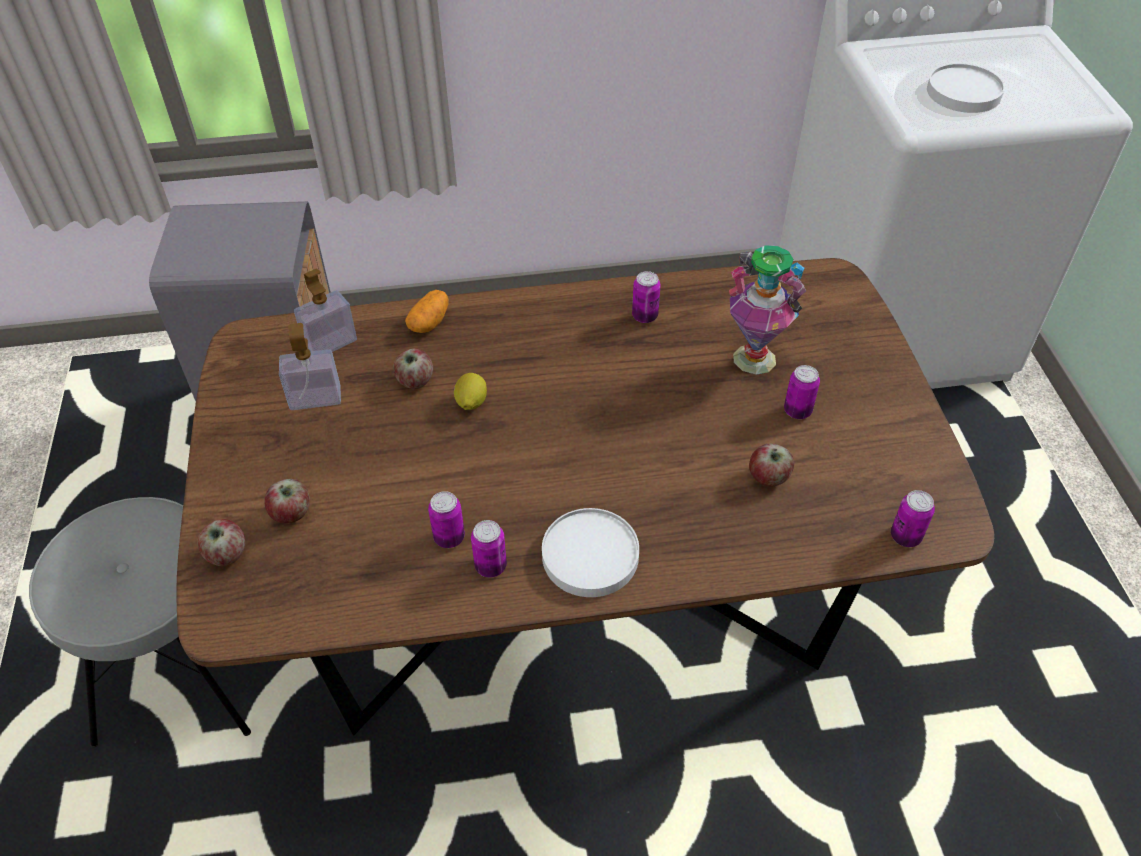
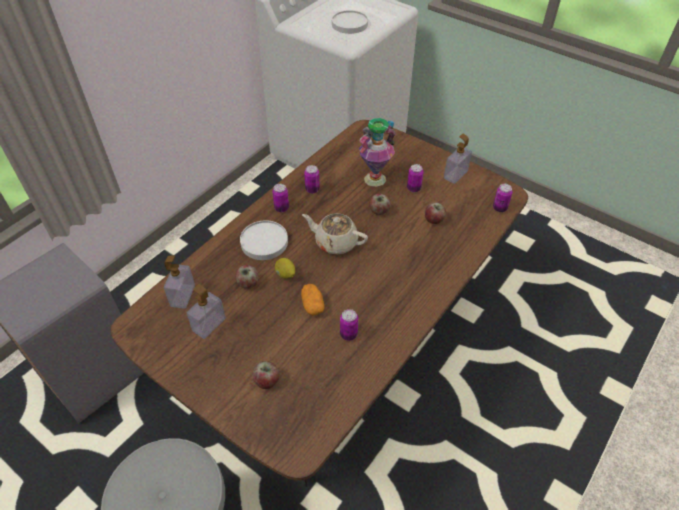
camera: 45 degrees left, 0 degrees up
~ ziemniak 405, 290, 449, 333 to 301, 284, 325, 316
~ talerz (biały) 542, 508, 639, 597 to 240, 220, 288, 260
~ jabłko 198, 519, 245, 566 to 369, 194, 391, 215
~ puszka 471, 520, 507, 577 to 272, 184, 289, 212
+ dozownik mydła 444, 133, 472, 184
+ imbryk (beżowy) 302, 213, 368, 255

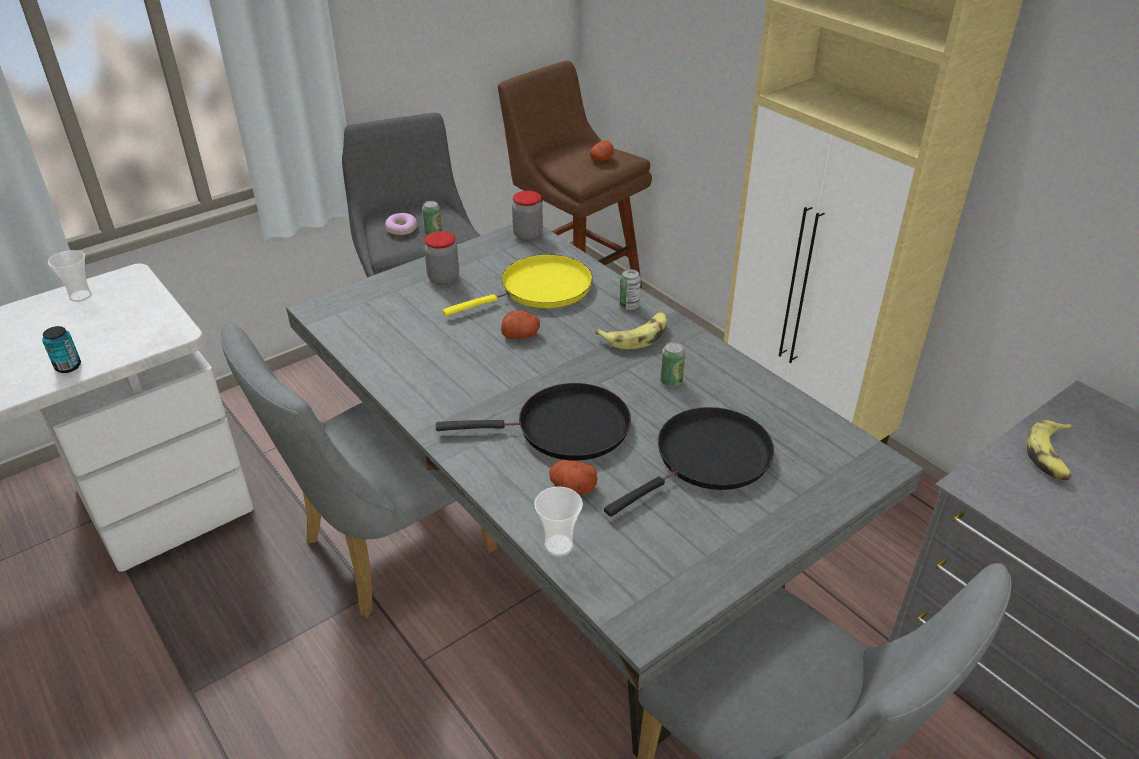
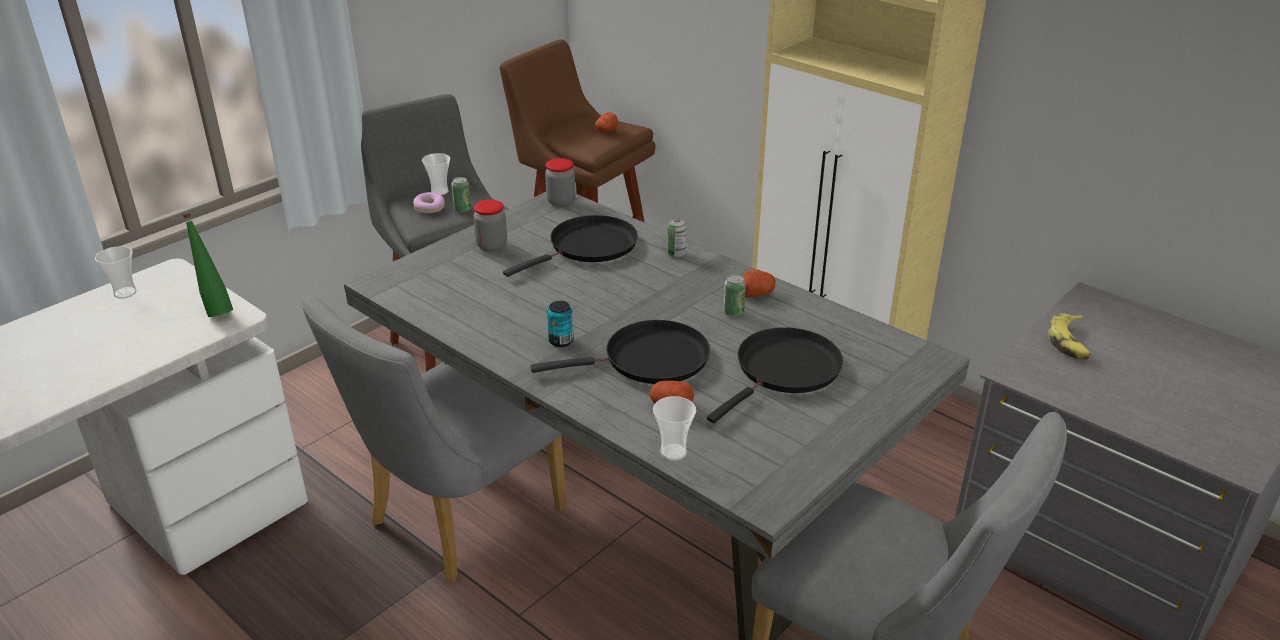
camera: 10 degrees left, 5 degrees down
~ patelnia (żółty) 443, 254, 593, 316 to patelnia (czarny) 503, 215, 638, 277
~ ziemniak 501, 310, 540, 339 to 743, 269, 776, 297
- banan 596, 313, 667, 349
~ puszka 42, 326, 81, 373 to 547, 301, 573, 347
+ filiżanka 422, 153, 450, 195
+ butelka (zielony) 183, 213, 233, 317

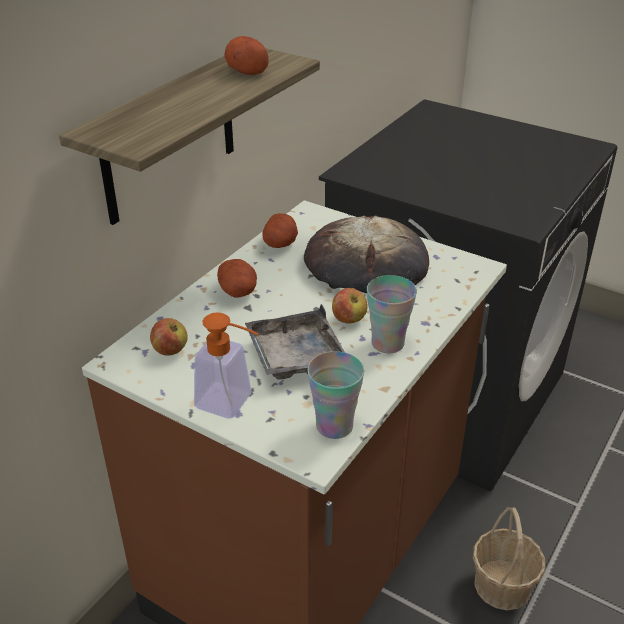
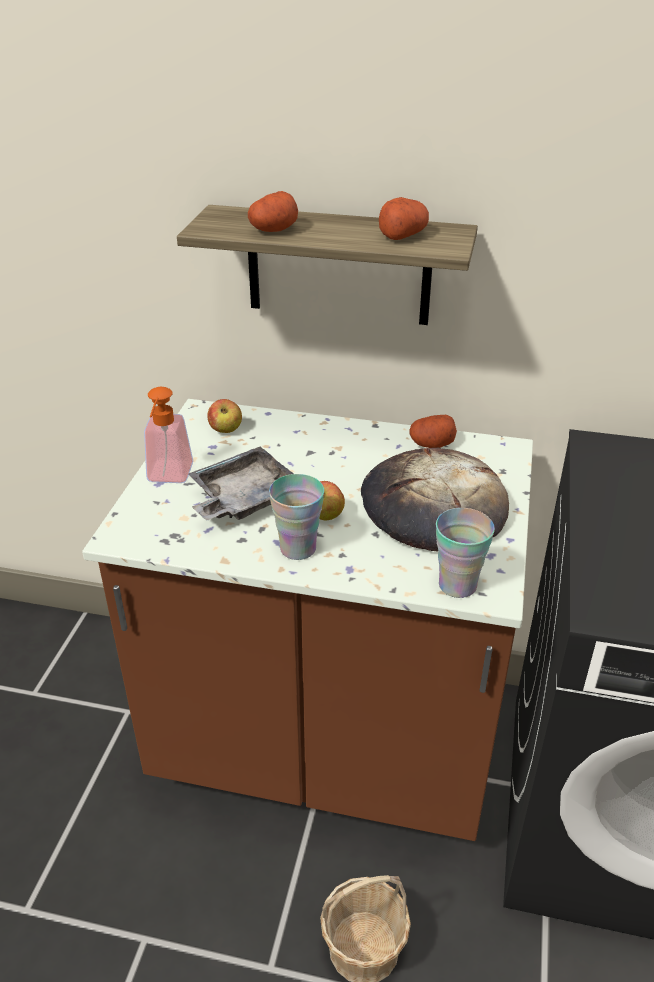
camera: 70 degrees right, 0 degrees up
~ ziemniak 217, 259, 257, 297 to 248, 191, 298, 232
~ filiżanka 307, 351, 364, 439 to 436, 508, 495, 598

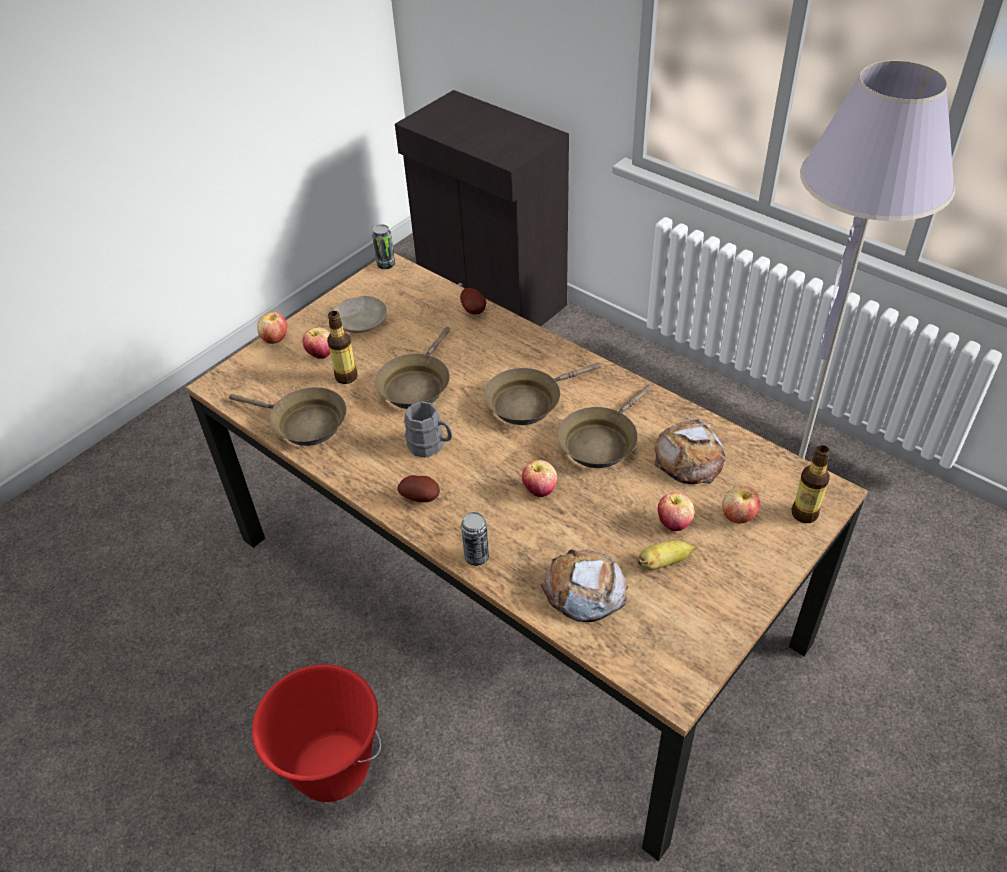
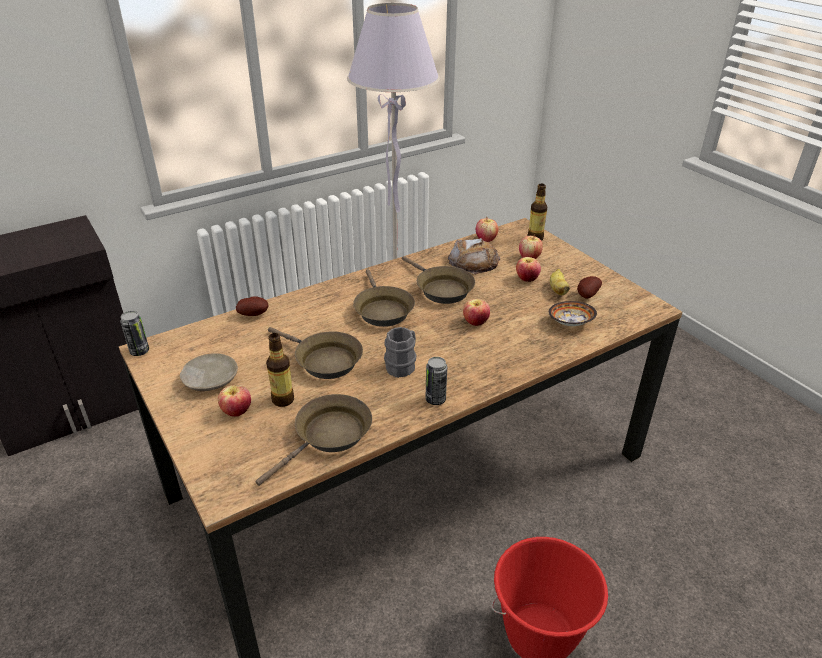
camera: 75 degrees left, 10 degrees down
~ jabłko 257, 312, 287, 344 to 476, 217, 498, 242
~ ziemniak 398, 475, 440, 502 to 577, 276, 602, 299
~ puszka 461, 512, 489, 566 to 426, 357, 447, 405
~ chleb 541, 549, 628, 622 to miska 549, 301, 597, 326

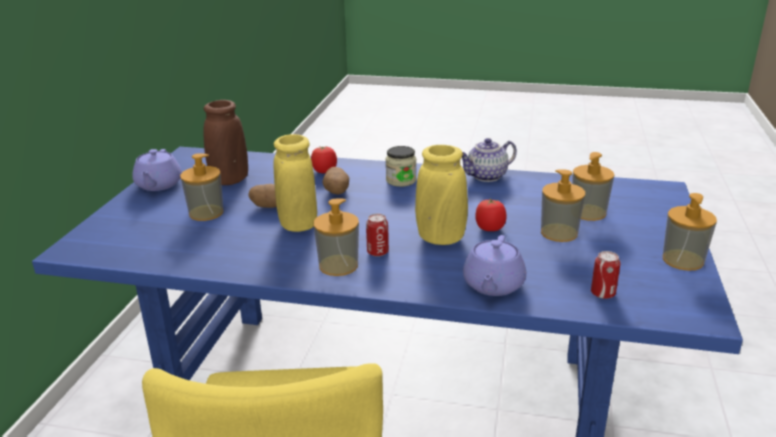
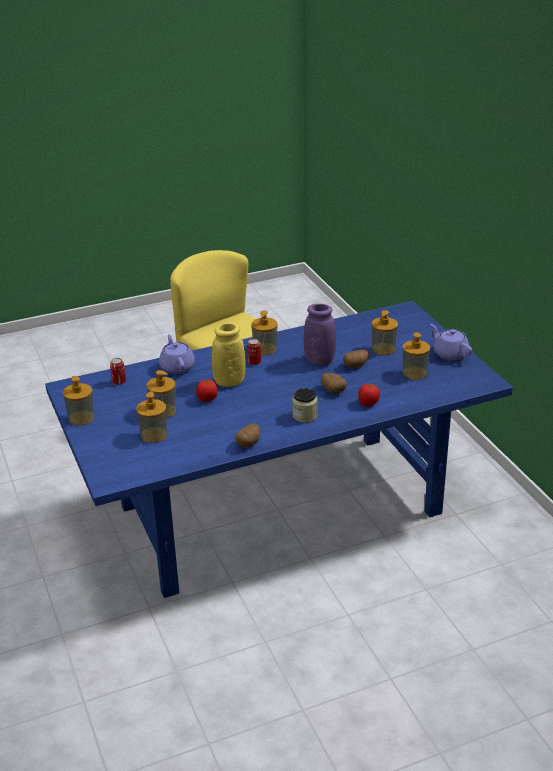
camera: 145 degrees right, 5 degrees up
~ wazon (brązowy) 203, 100, 248, 185 to dozownik mydła 403, 332, 430, 380
~ wazon (żółty) 273, 134, 317, 232 to wazon (fioletowy) 304, 304, 336, 366
~ imbryk 462, 138, 517, 182 to ziemniak 235, 423, 260, 447

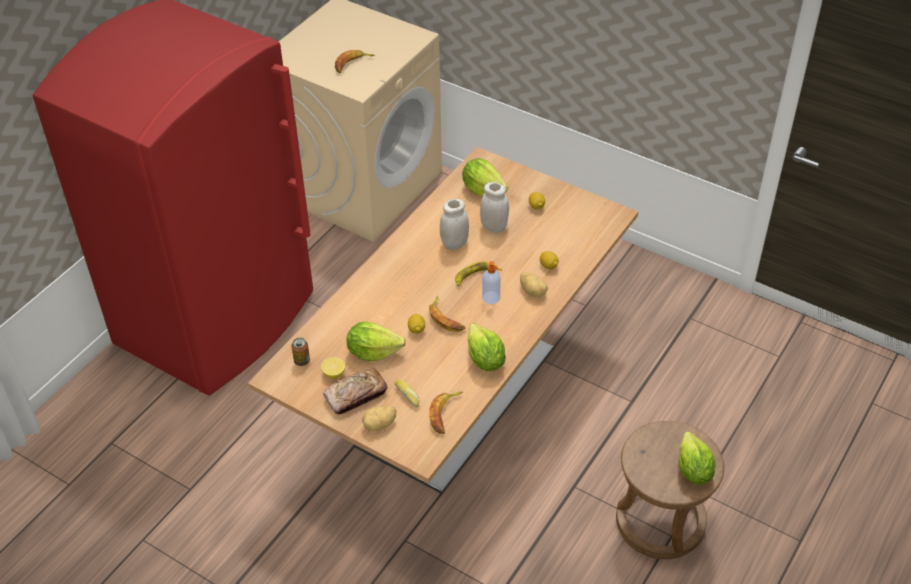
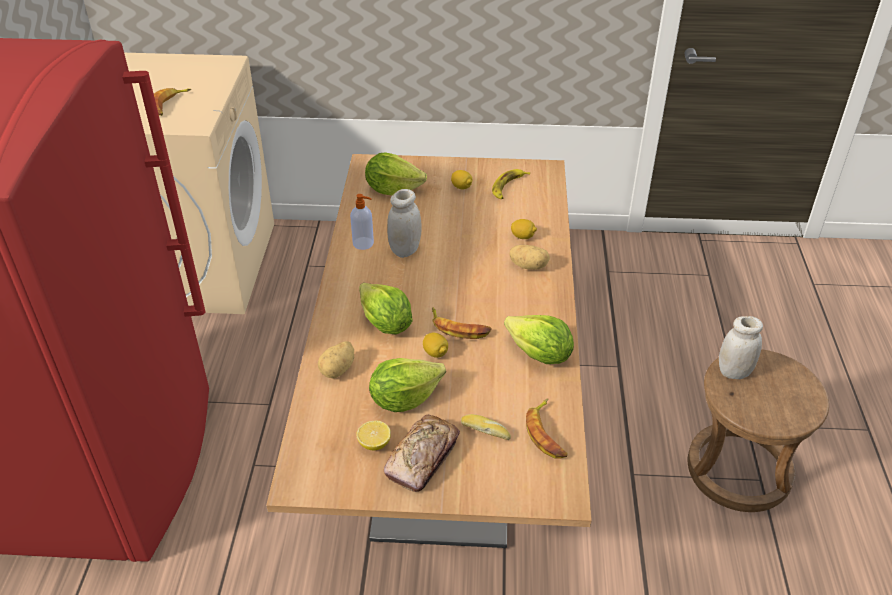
camera: 30 degrees left, 5 degrees down
~ słoik (biały) 480, 182, 509, 233 to 719, 316, 763, 379
~ dozownik mydła 482, 261, 501, 304 to 350, 194, 374, 250
~ banan 455, 262, 502, 286 to 492, 169, 530, 199
- puszka 291, 338, 310, 366
~ ziemniak 362, 406, 396, 431 to 318, 341, 354, 378
~ sałata 678, 431, 715, 485 to 359, 283, 413, 335

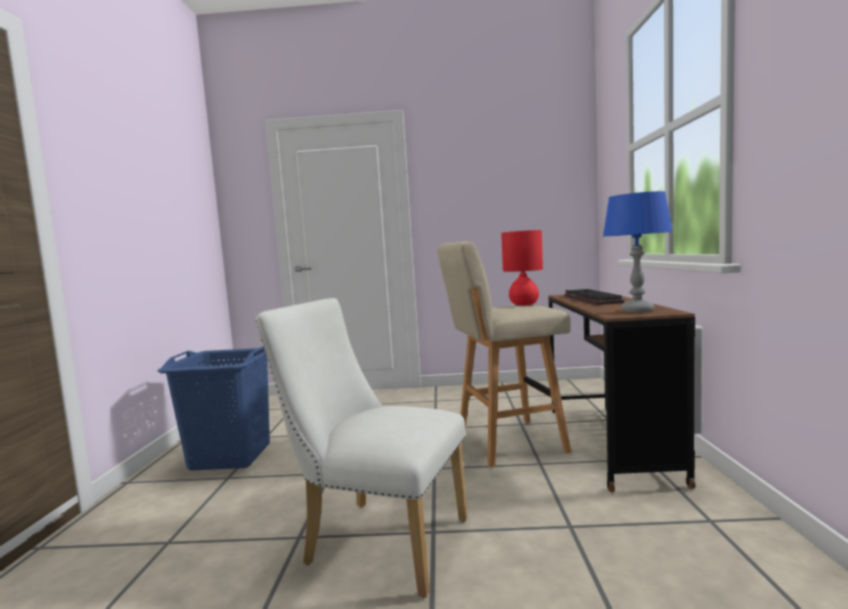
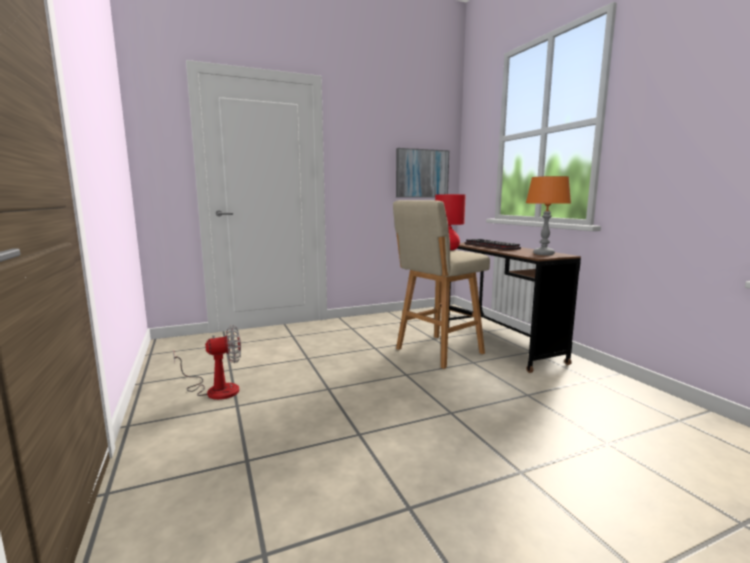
camera: 25 degrees left, 5 degrees up
~ lampa stołowa (niebieski) 603, 191, 673, 313 to lampa stołowa (pomarańczowy) 526, 176, 571, 255
- krzesło (biały) 255, 298, 468, 598
~ kosz na pranie (niebieski) 157, 347, 270, 471 to wentylator 173, 325, 241, 400
+ obraz 396, 148, 449, 197

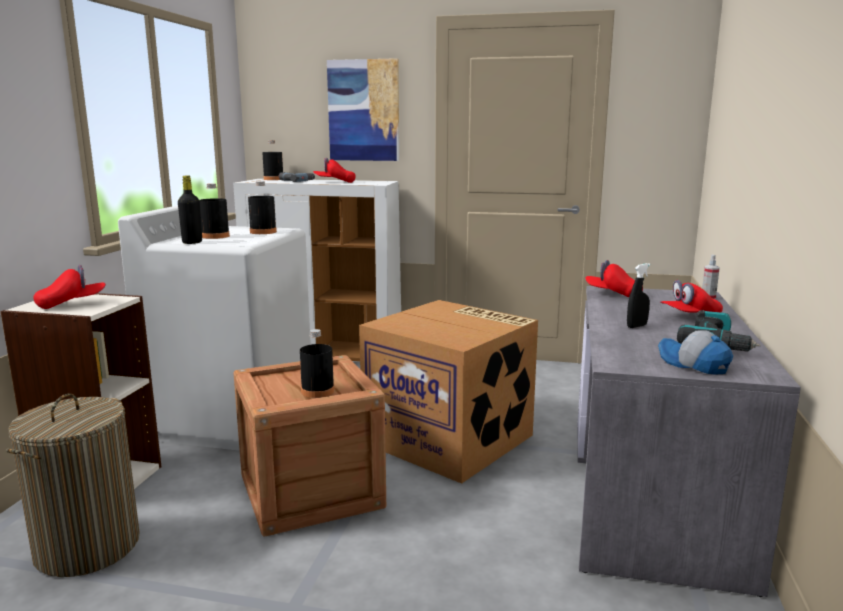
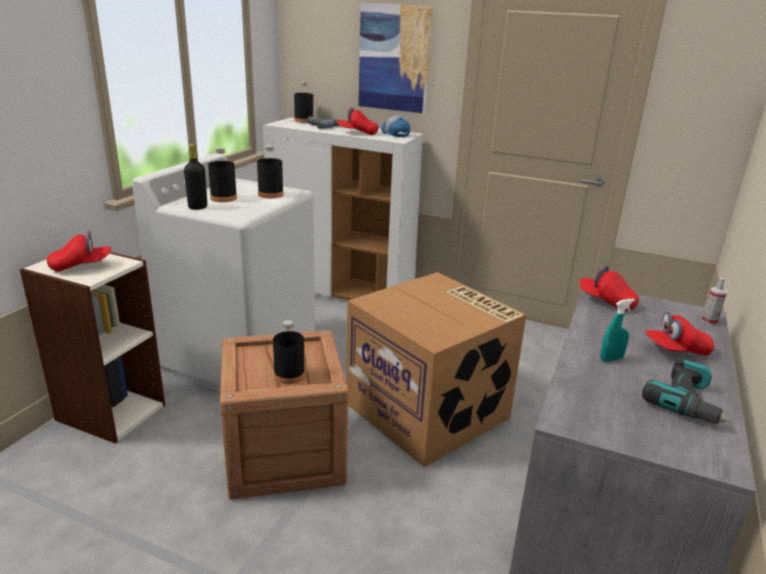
camera: 10 degrees right, 10 degrees up
~ spryskiwacz (czarny) 627, 263, 650, 328 to spryskiwacz (turkusowy) 600, 299, 635, 362
~ czapka z daszkiem 658, 330, 733, 375 to 381, 115, 410, 137
- kosz na pranie 6, 394, 140, 577

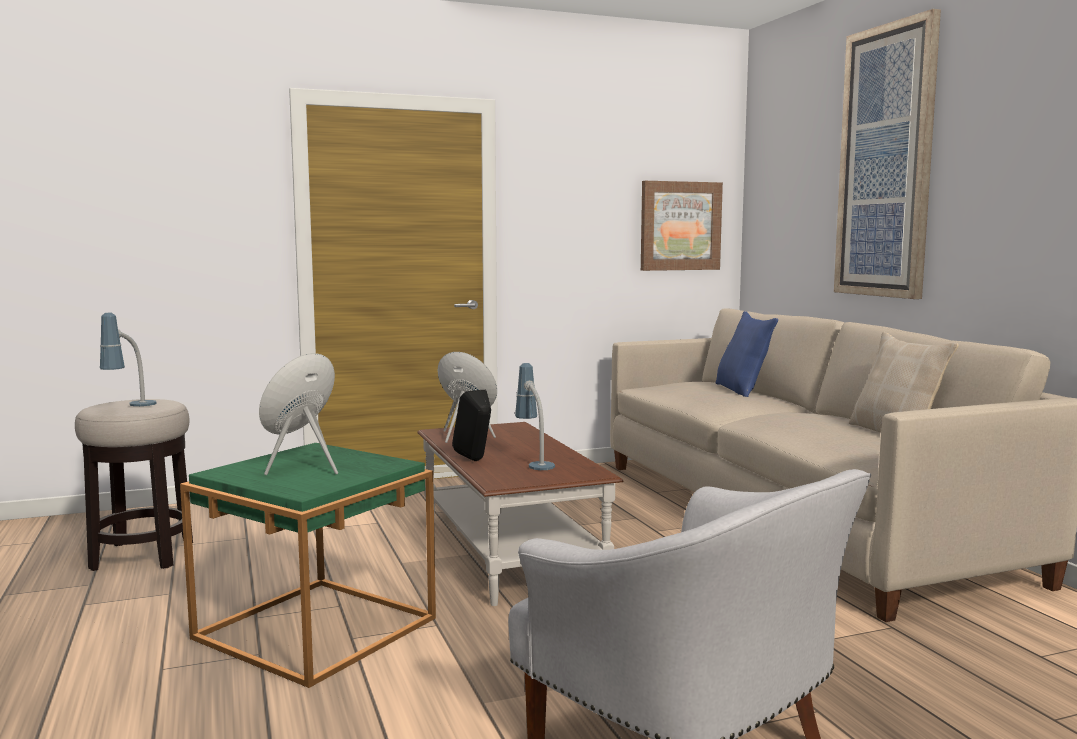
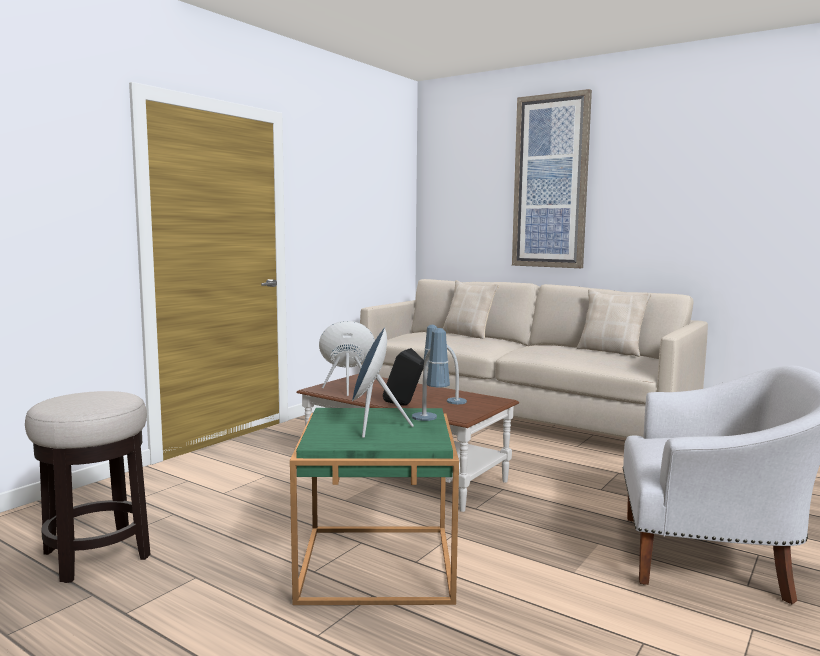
camera: 35 degrees left, 0 degrees up
- obraz 641, 181, 723, 271
~ poduszka (niebieski) 716, 311, 778, 397 to poduszka (beżowy) 443, 280, 499, 339
~ lampa stołowa 100, 313, 157, 406 to 412, 328, 450, 421

